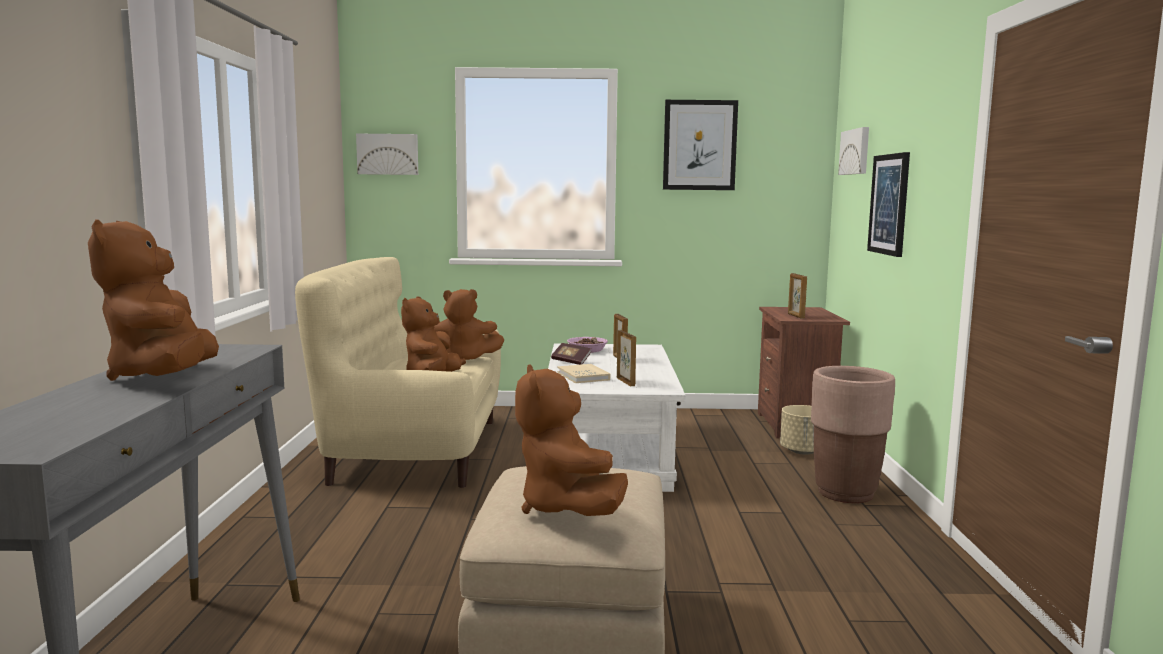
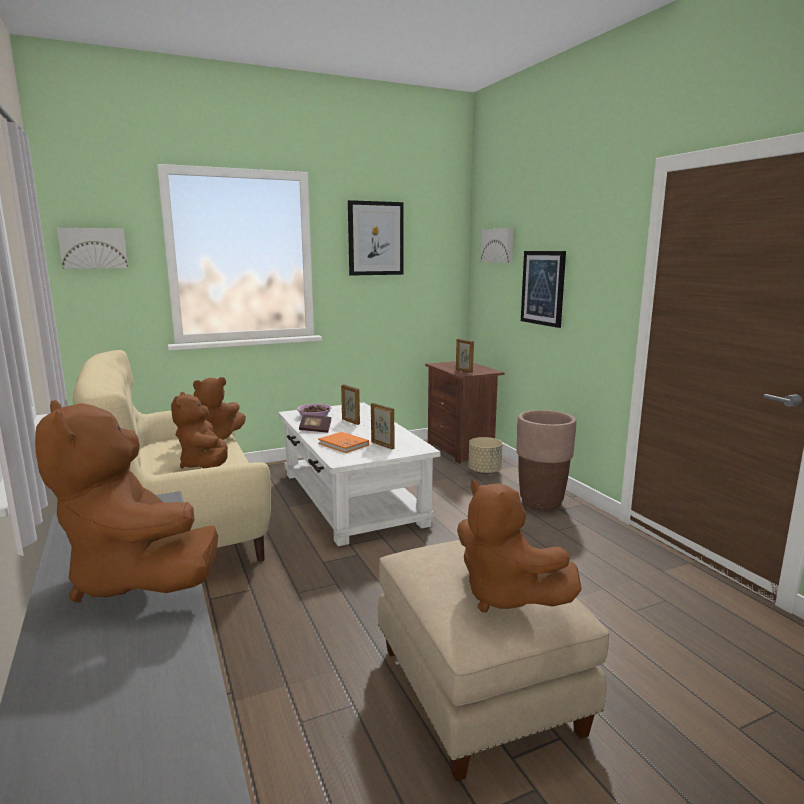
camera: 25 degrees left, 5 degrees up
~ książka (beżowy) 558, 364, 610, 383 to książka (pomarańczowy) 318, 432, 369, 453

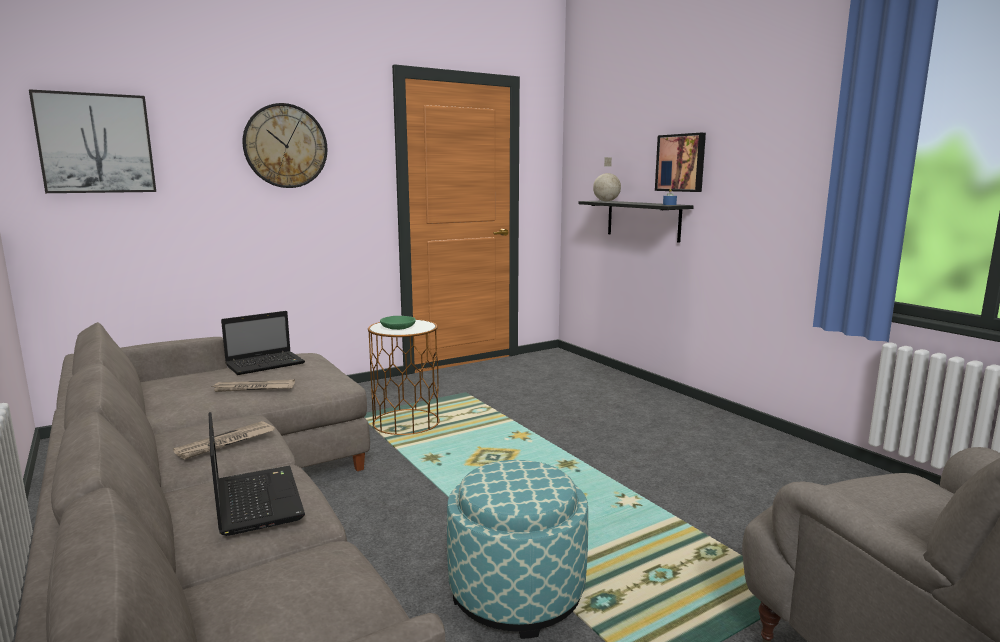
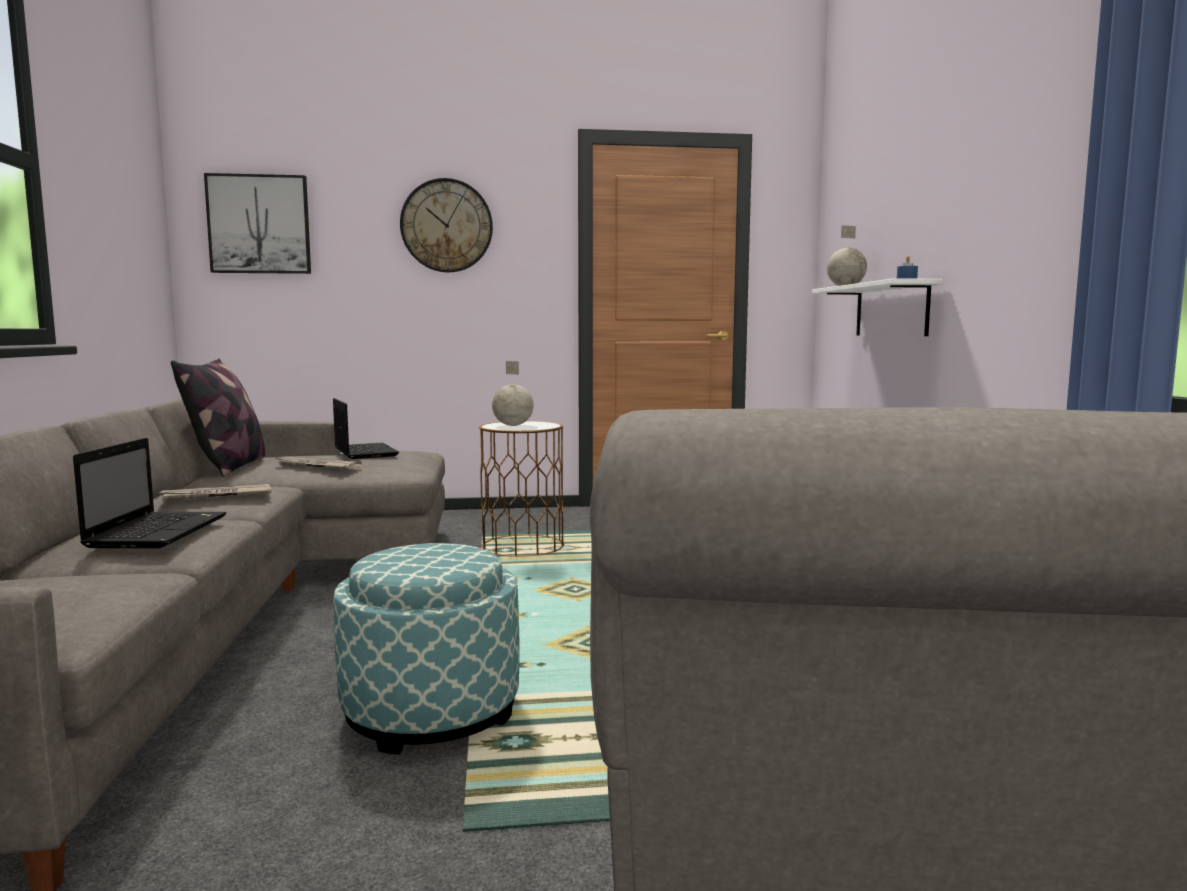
camera: 25 degrees right, 5 degrees down
- obraz 655, 133, 706, 192
~ półka (czarny) 579, 201, 694, 243 to półka (biały) 812, 278, 943, 336
~ laptop 221, 311, 305, 375 = 333, 398, 399, 459 105 degrees counterclockwise
~ miska (zielony) 380, 316, 416, 330 to globus 492, 361, 534, 426
+ poduszka 171, 359, 265, 477

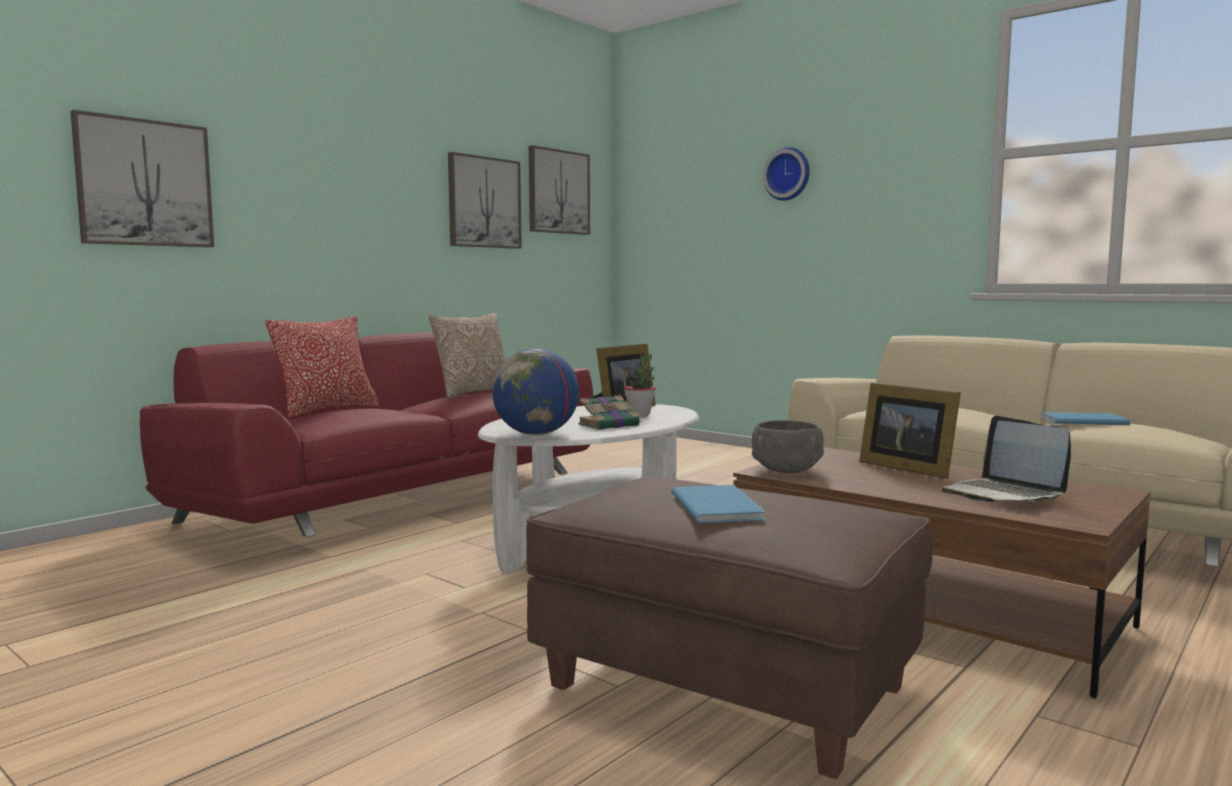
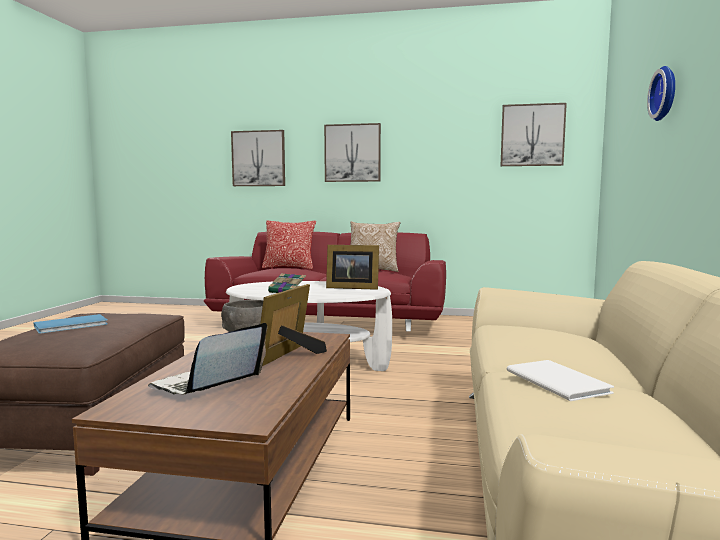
camera: 60 degrees right, 0 degrees up
~ obraz 448, 152, 522, 249 to 324, 123, 381, 182
- globus 492, 348, 579, 435
- roślina doniczkowa 624, 353, 656, 416
~ książka (niebieski) 1041, 412, 1130, 425 to książka (biały) 507, 360, 614, 401

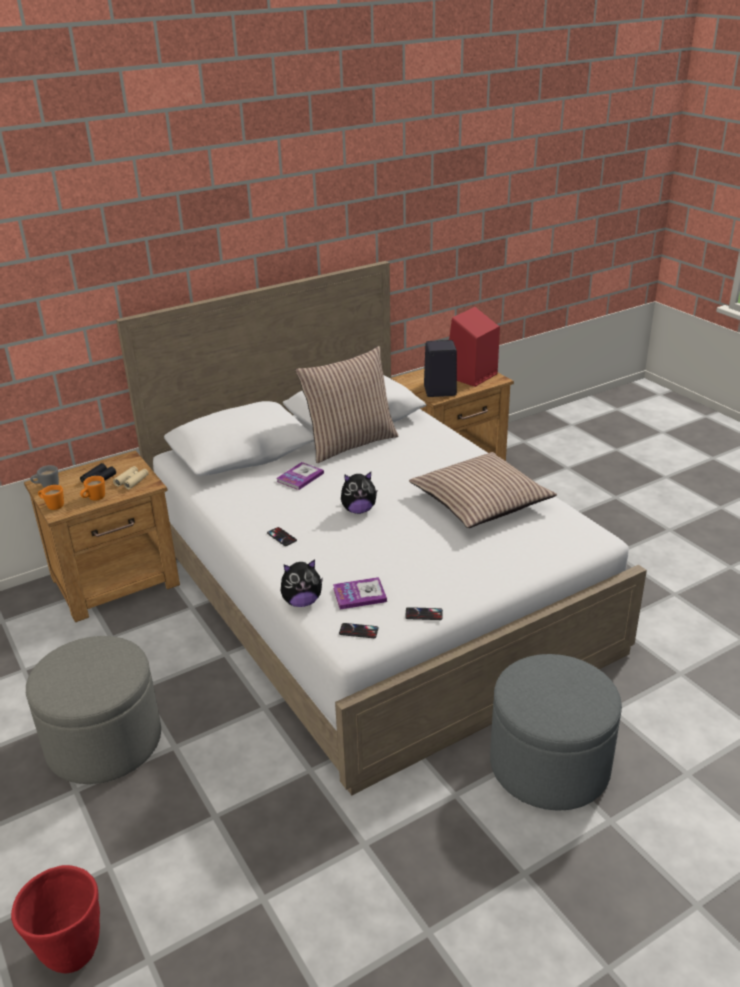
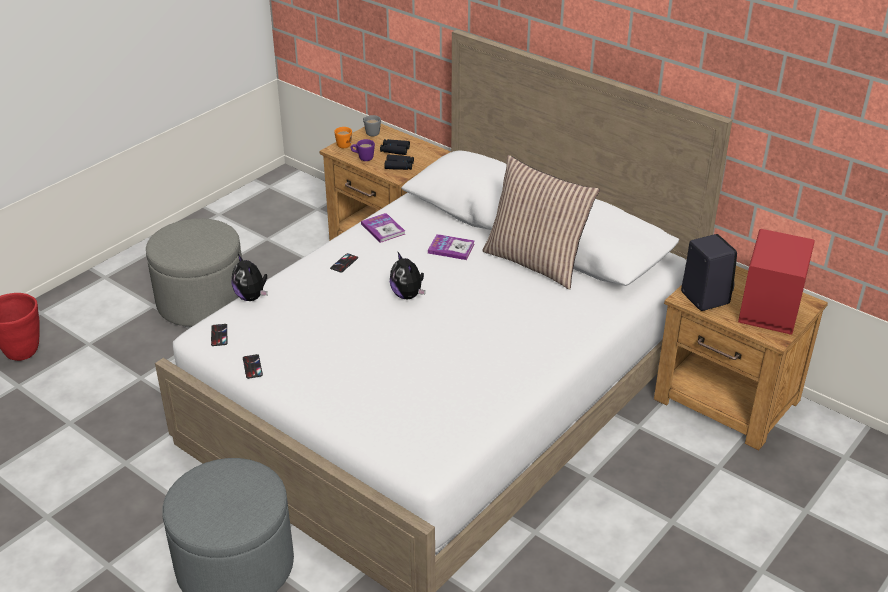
camera: 70 degrees right, 5 degrees up
- poduszka 409, 452, 557, 528
~ lornetka (beżowy) 113, 466, 149, 489 to lornetka (czarny) 384, 154, 414, 170
~ kubek (pomarańczowy) 80, 476, 105, 501 to kubek (fioletowy) 351, 139, 375, 161
~ książka 333, 577, 387, 610 to 361, 213, 405, 243

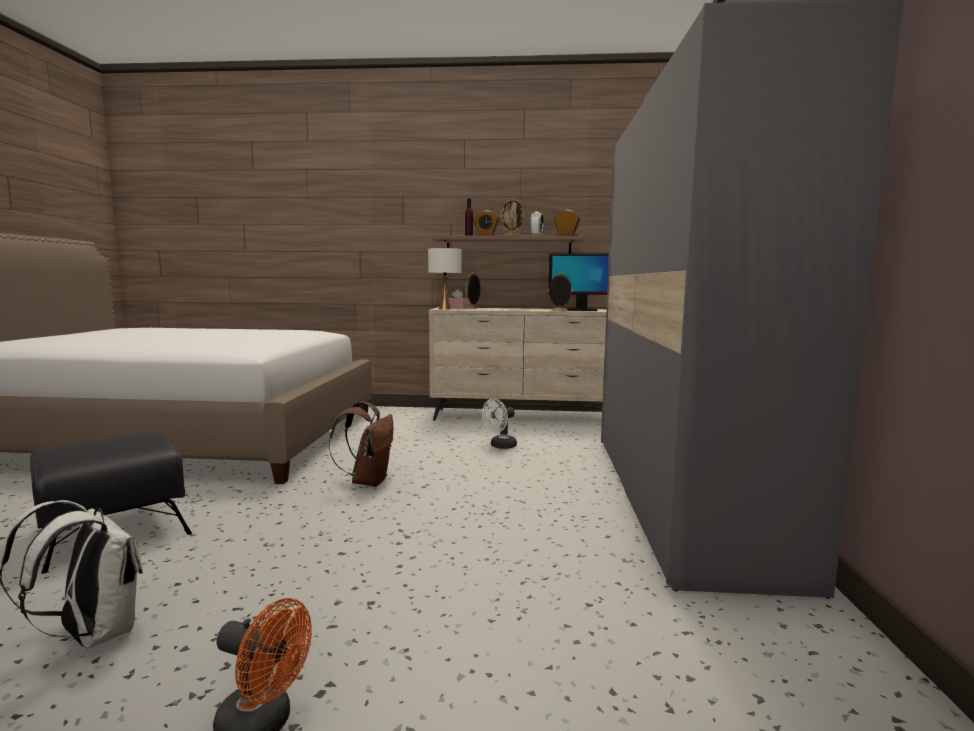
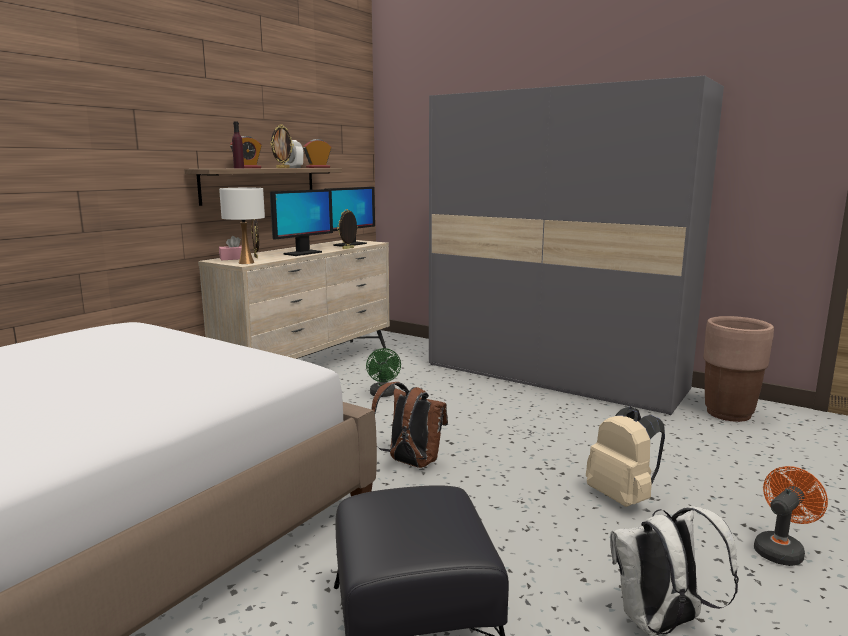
camera: 60 degrees left, 5 degrees up
~ wentylator (biały) 482, 398, 517, 449 to wentylator (zielony) 366, 348, 401, 397
+ monitor 270, 189, 333, 256
+ donica (brązowy) 704, 316, 774, 422
+ plecak (beżowy) 586, 407, 665, 507

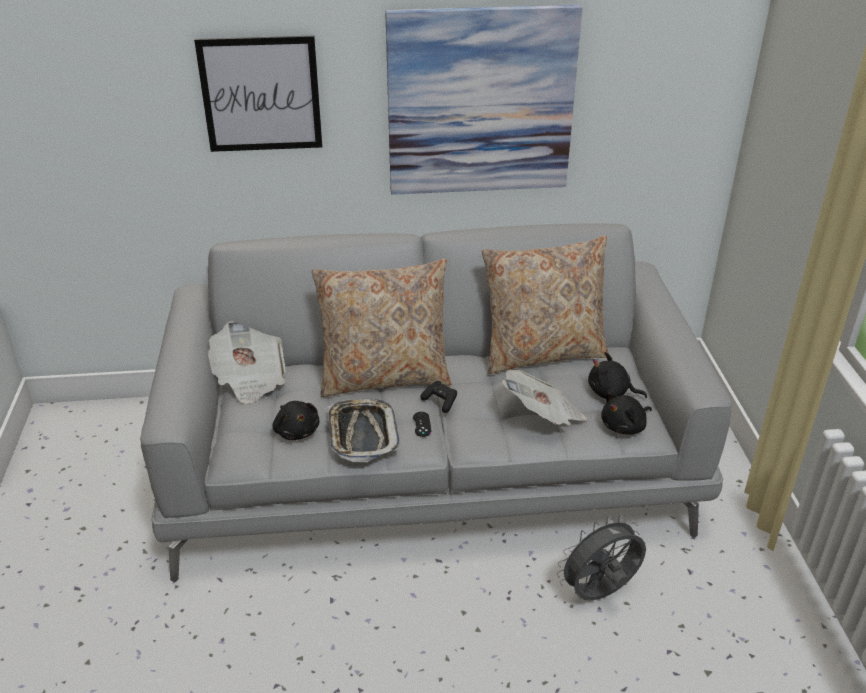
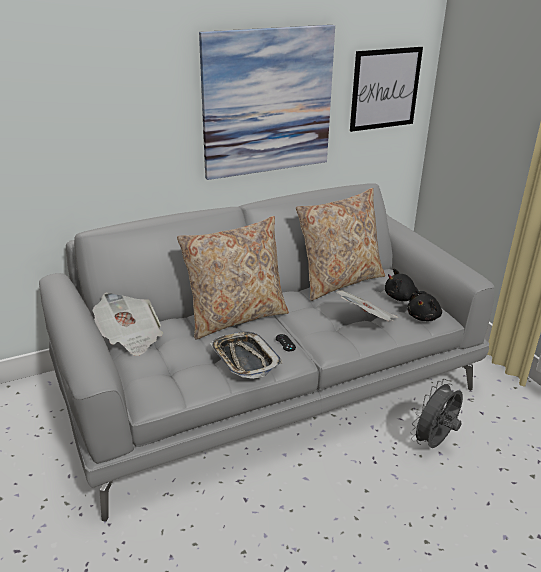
camera: 20 degrees left, 5 degrees down
~ obraz 194, 36, 322, 152 to 350, 47, 423, 132
- pad do gier (czarny) 420, 381, 457, 413
- pluszak (czarny) 273, 401, 319, 440

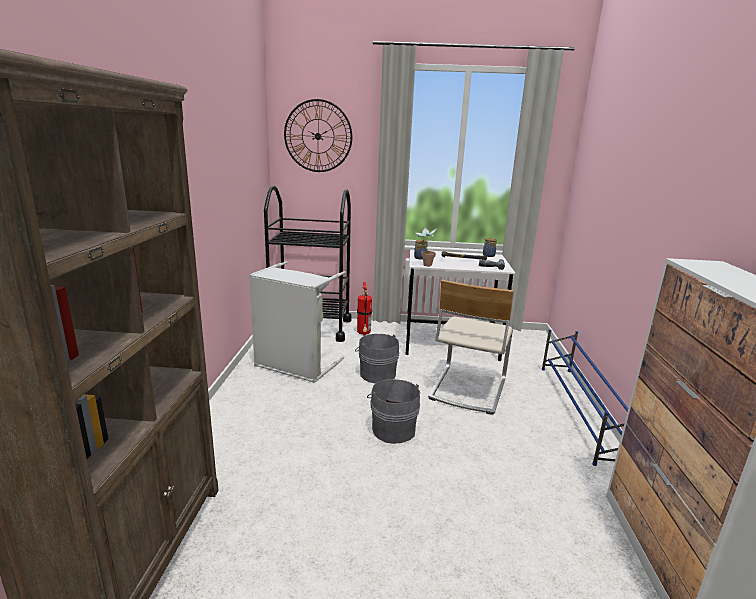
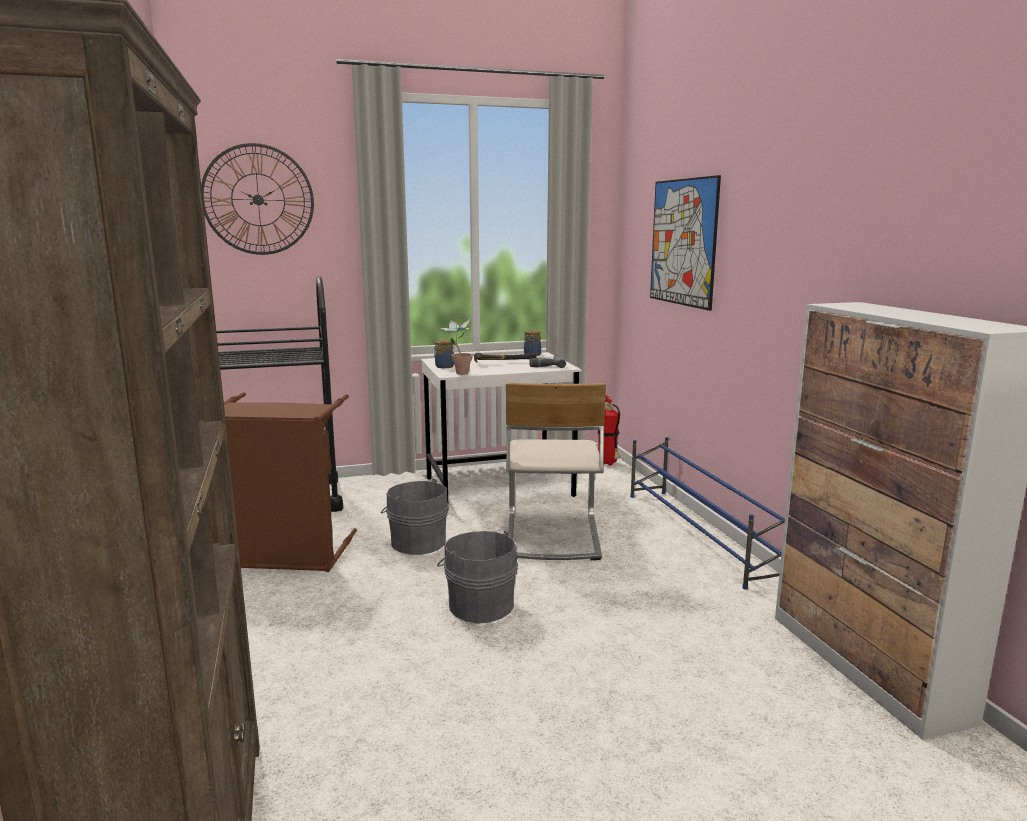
camera: 20 degrees left, 5 degrees down
~ kosz na pranie (szary) 249, 261, 346, 383 to kosz na pranie (brązowy) 224, 392, 357, 572
~ gaśnica 357, 282, 372, 336 to 598, 395, 620, 466
+ obraz 650, 175, 721, 311

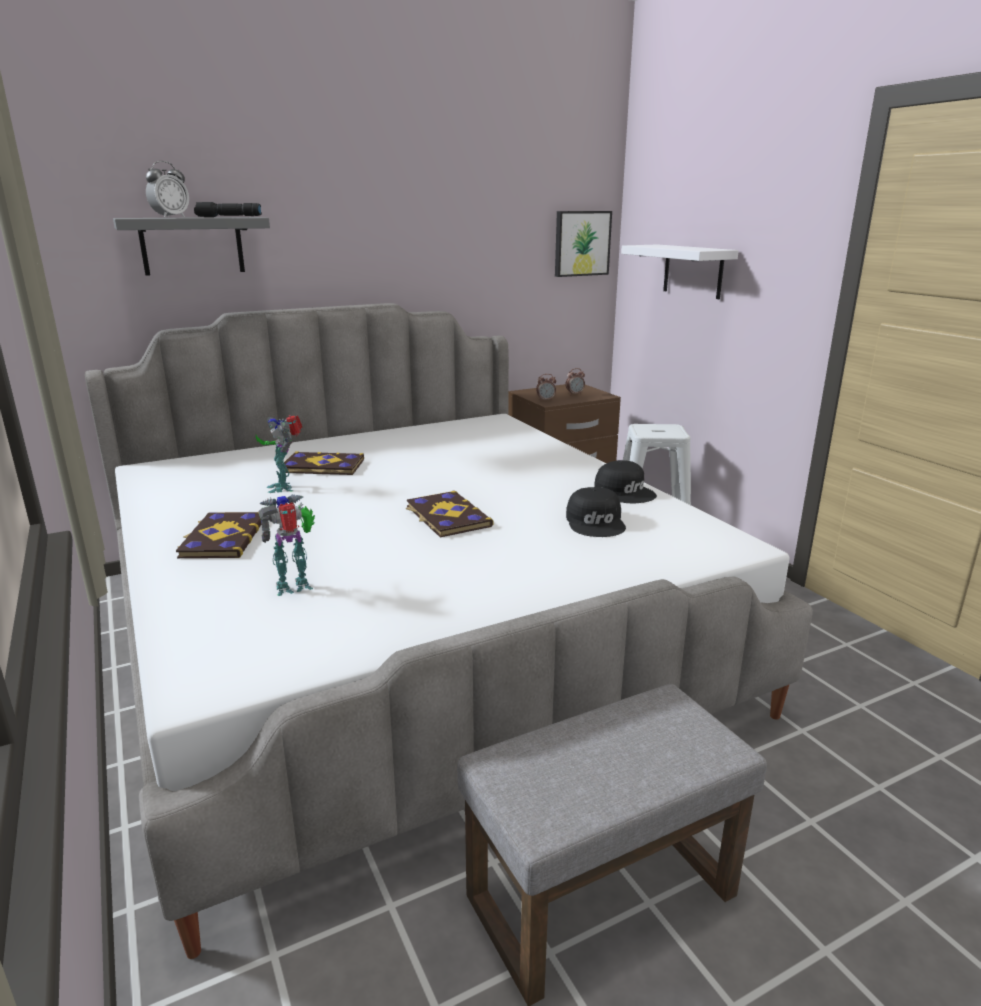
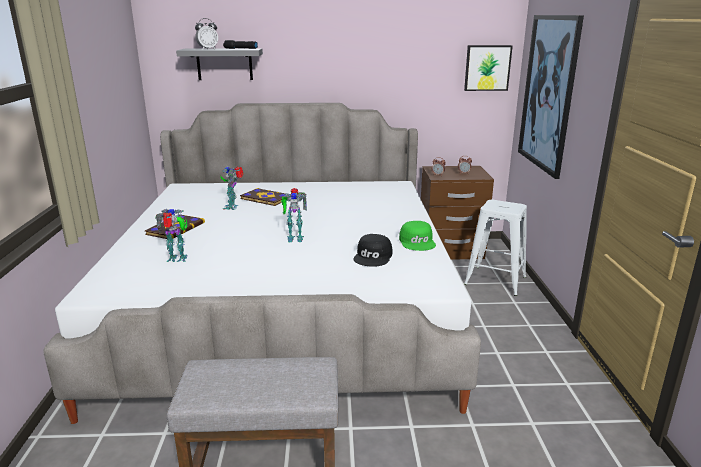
camera: 25 degrees right, 0 degrees up
~ półka (biały) 621, 244, 739, 299 to obraz 518, 15, 584, 179
~ czapka z daszkiem (czarny) 594, 460, 657, 503 to czapka z daszkiem (zielony) 399, 221, 436, 251
~ książka 406, 490, 494, 537 to robot zabawkowy 281, 188, 307, 242

